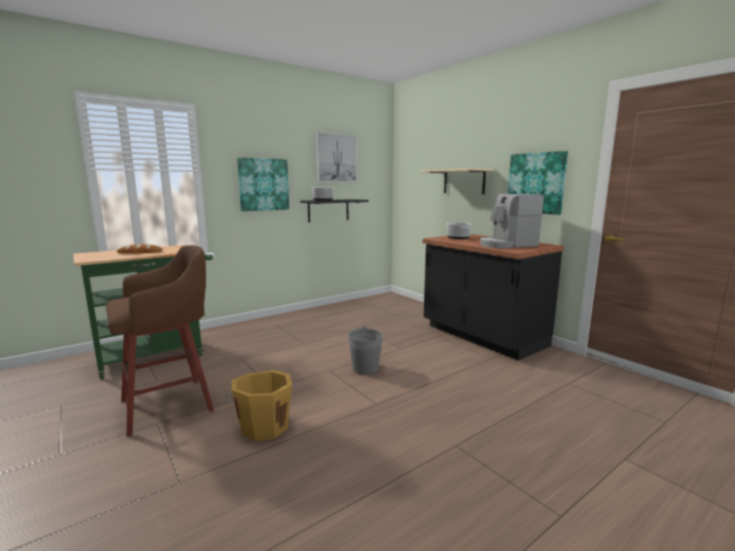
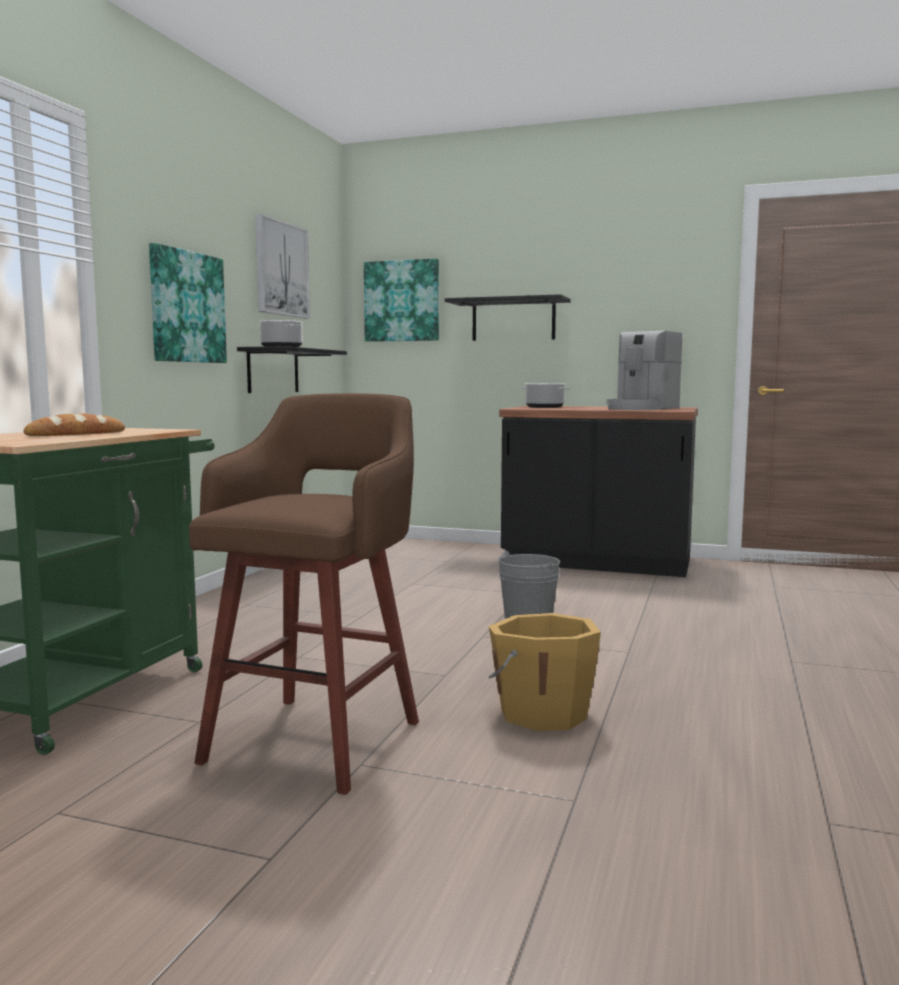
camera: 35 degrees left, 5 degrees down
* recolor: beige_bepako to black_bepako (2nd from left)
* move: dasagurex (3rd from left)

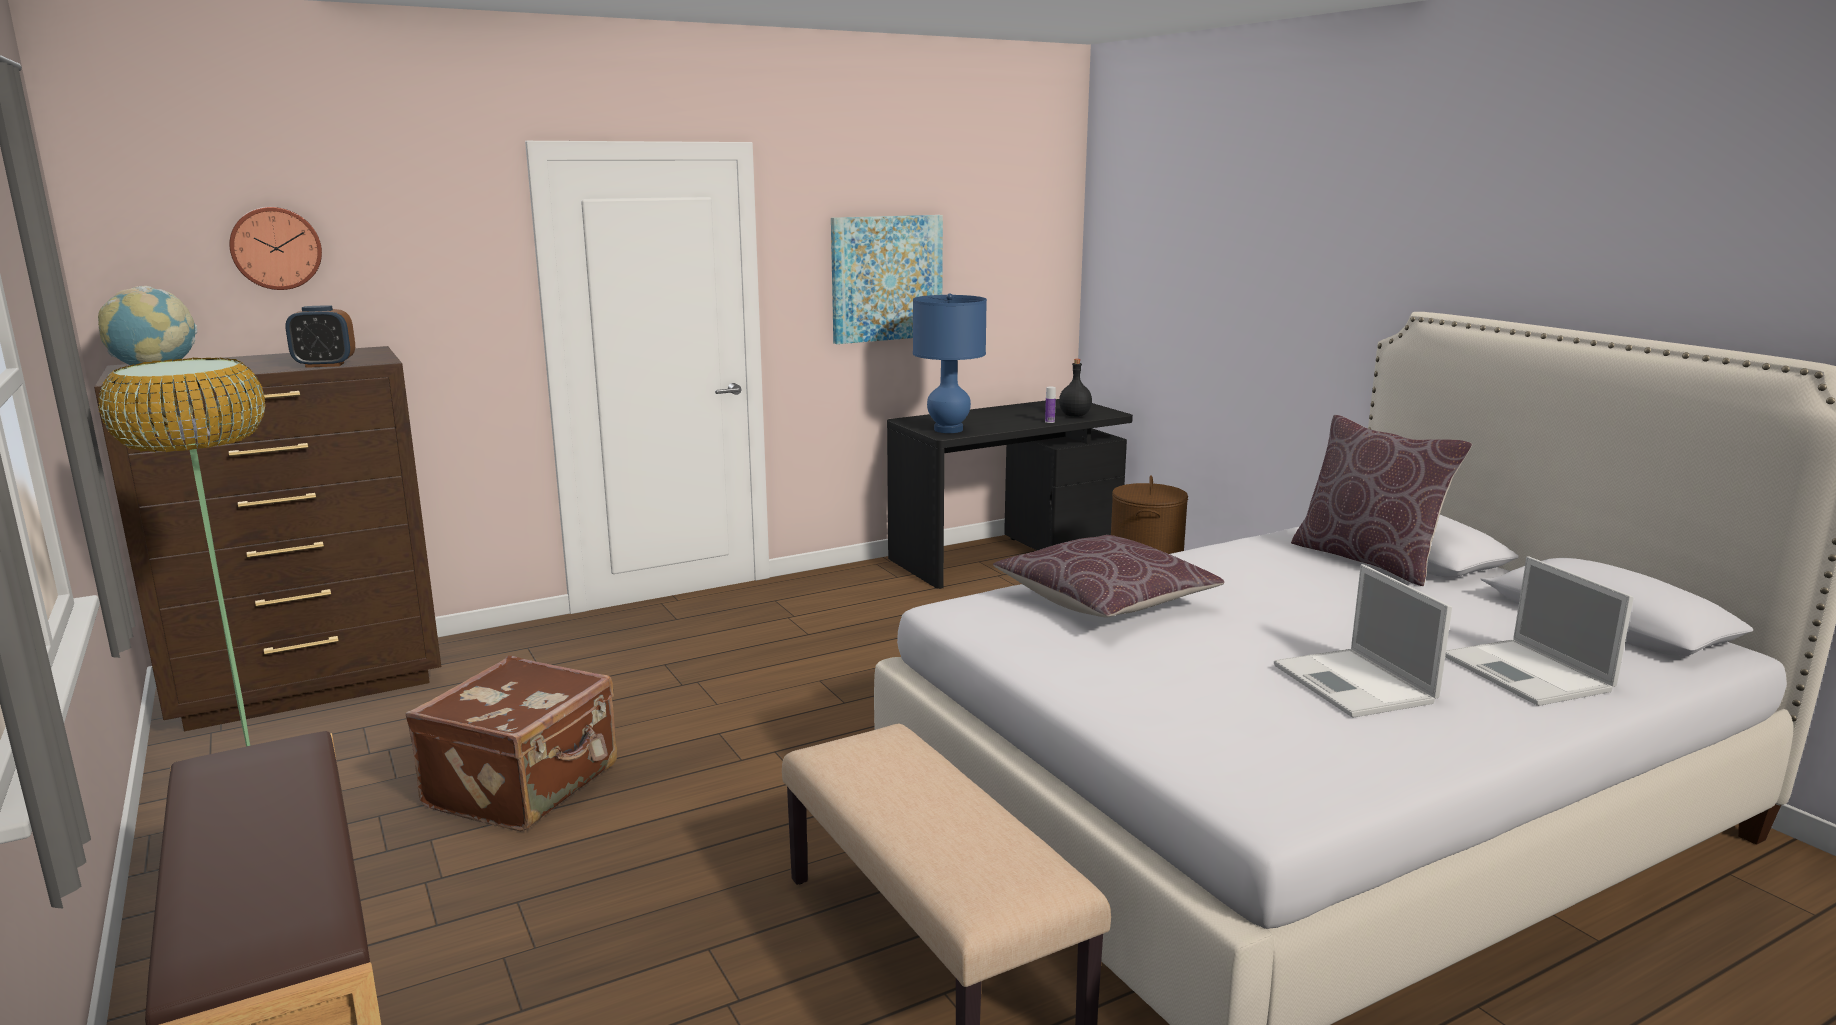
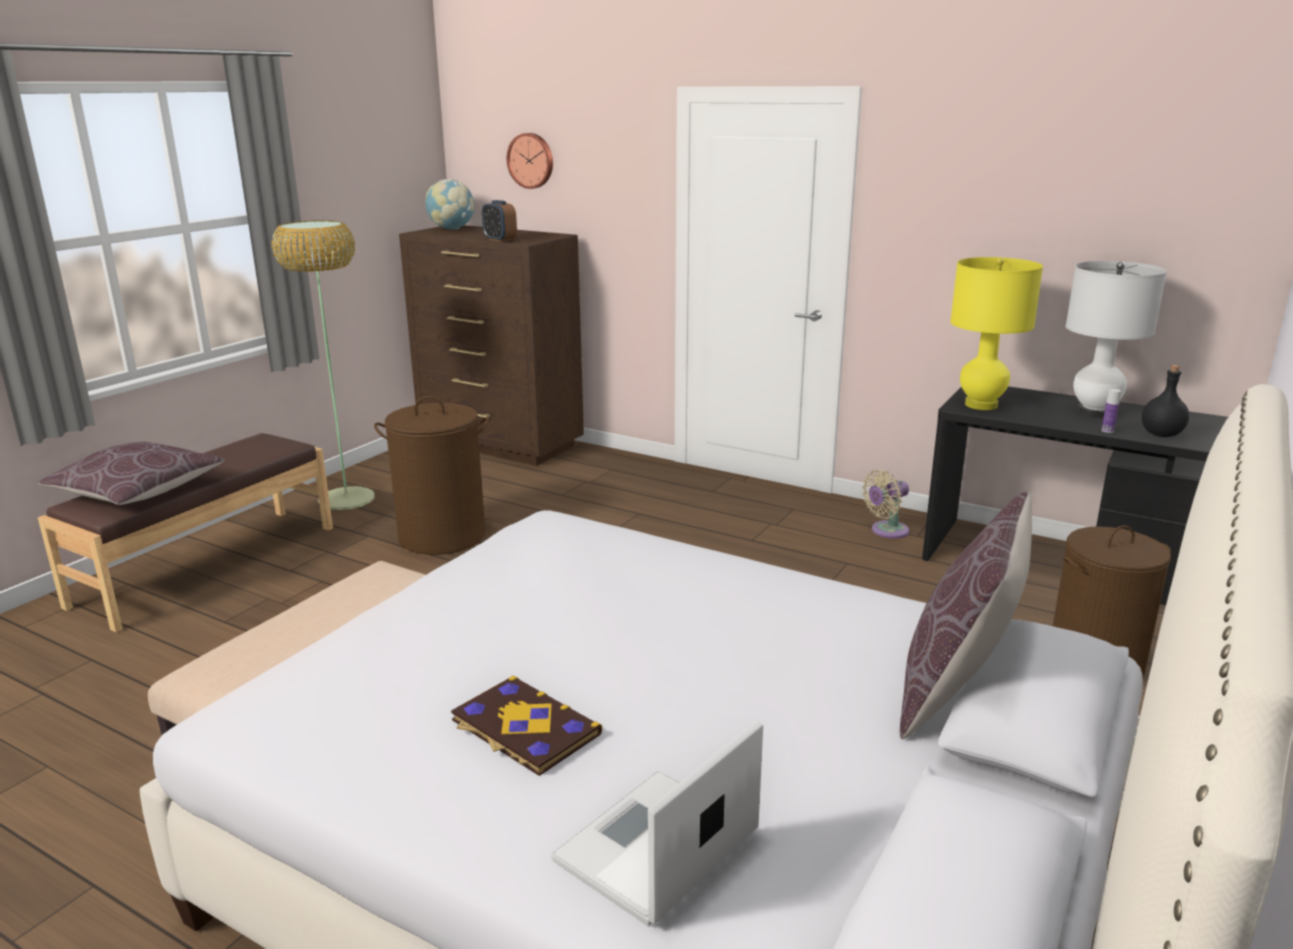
camera: 60 degrees right, 5 degrees up
* replace: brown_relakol to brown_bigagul (1st from left)
* delete: dasagurex
* recolor: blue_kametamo to yellow_kametamo
* move: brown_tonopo (1st from left)
* replace: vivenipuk (1st from left) to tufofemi
* insert: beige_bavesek
* insert: white_kametamo

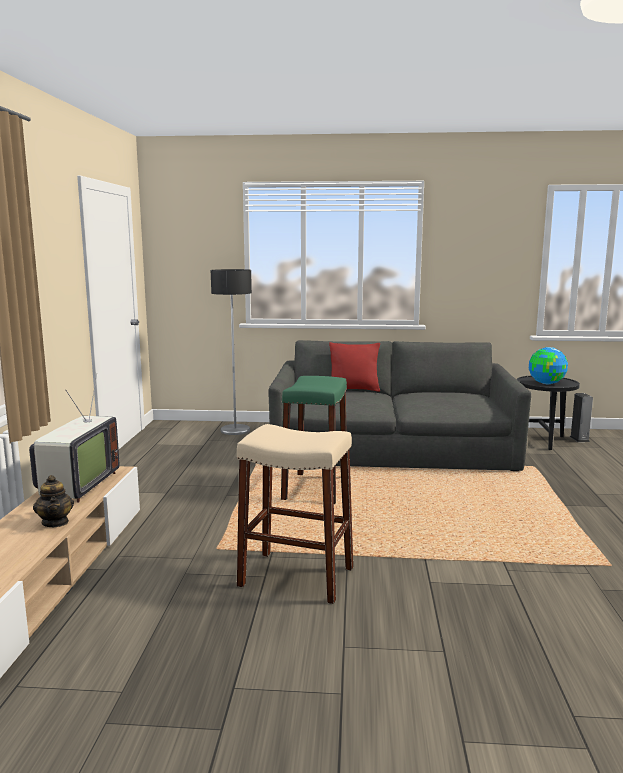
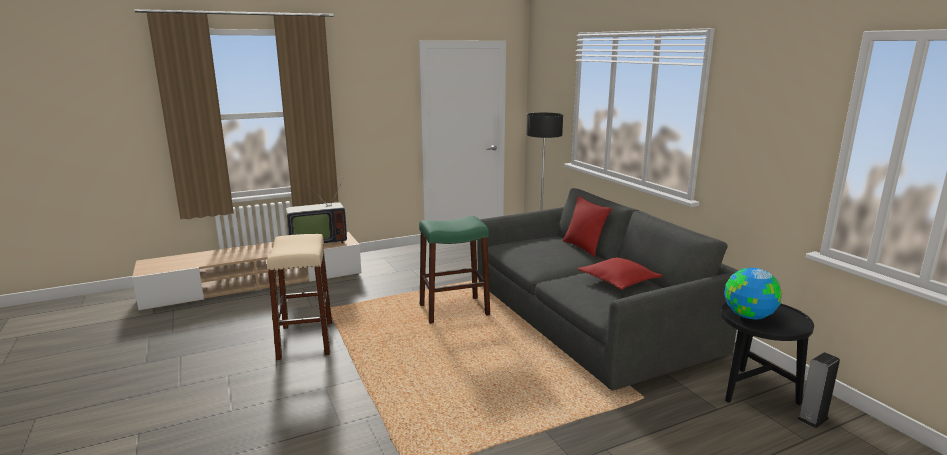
camera: 60 degrees right, 5 degrees up
* delete: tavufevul
* insert: red_tonopo (2nd from left)

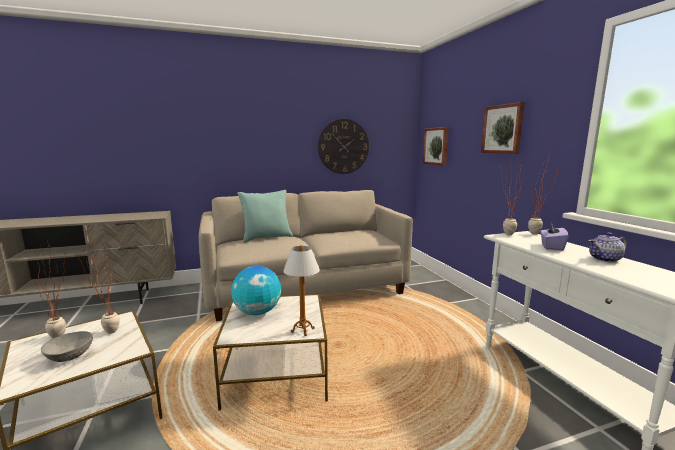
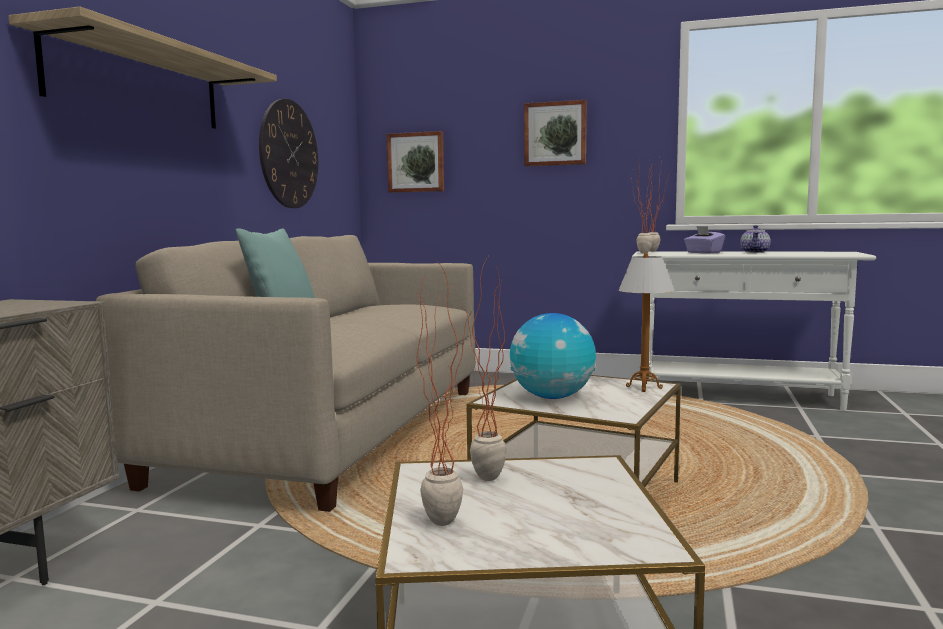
camera: 55 degrees left, 5 degrees down
* delete: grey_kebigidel
* insert: bepako

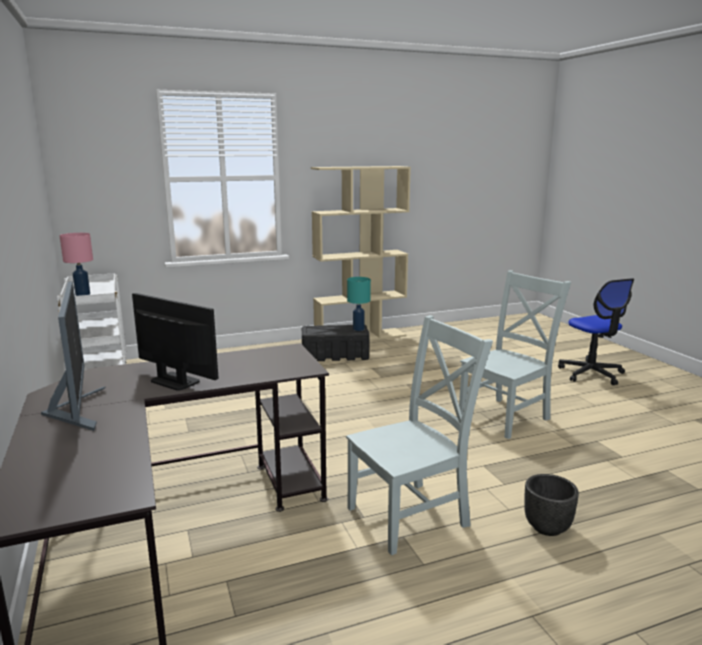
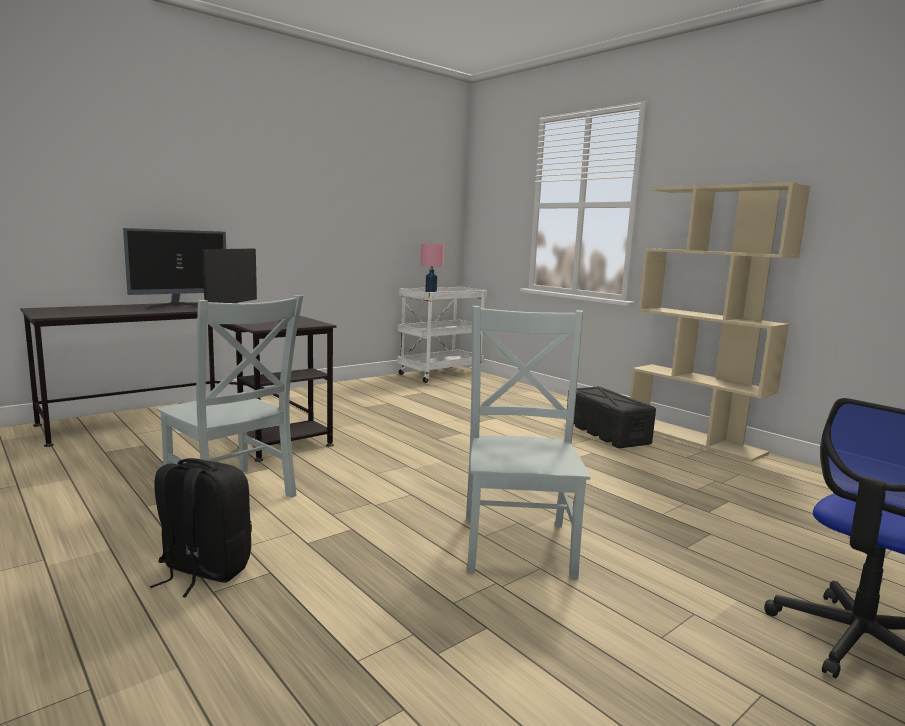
camera: 70 degrees right, 5 degrees down
* delete: turquoise_kametamo
* rotate: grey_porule (2nd from left) 120 degrees counterclockwise
* replace: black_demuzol to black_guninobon

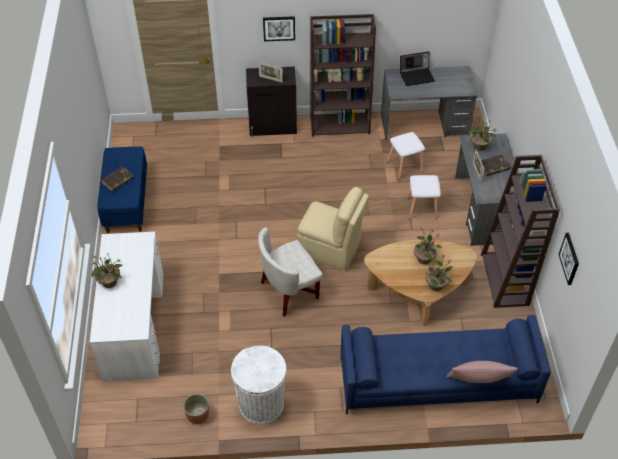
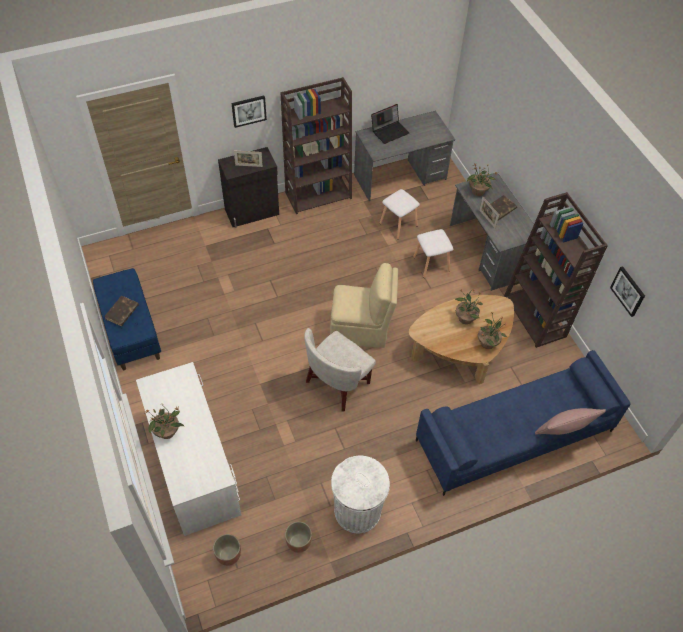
camera: 20 degrees left, 5 degrees up
* insert: demuzol (1st from left)

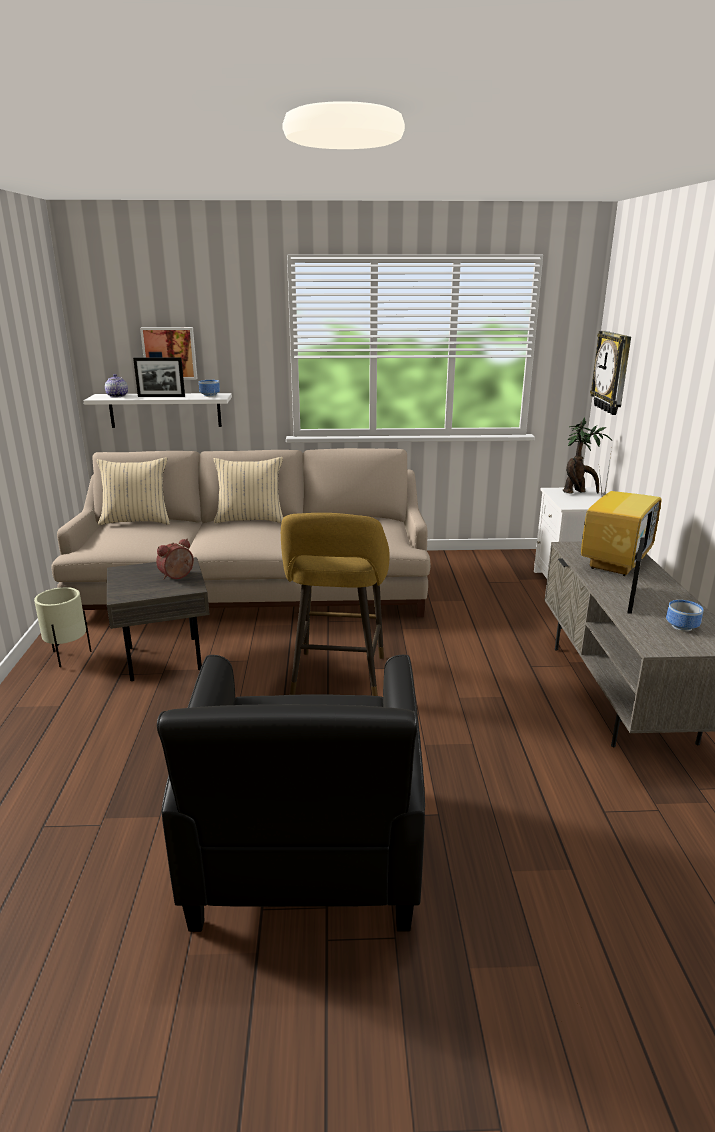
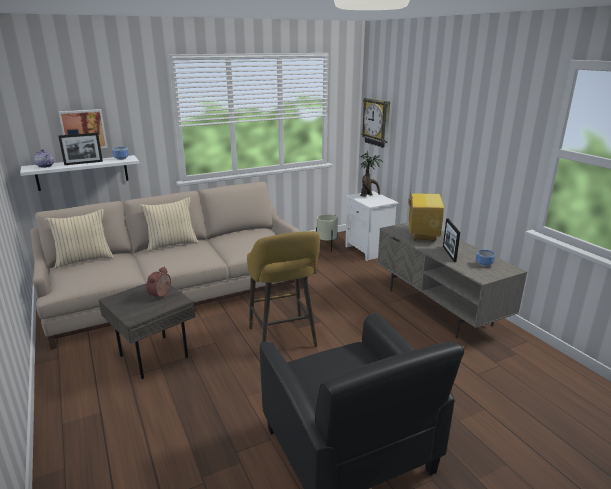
camera: 25 degrees left, 0 degrees up
* move: beige_demuzol

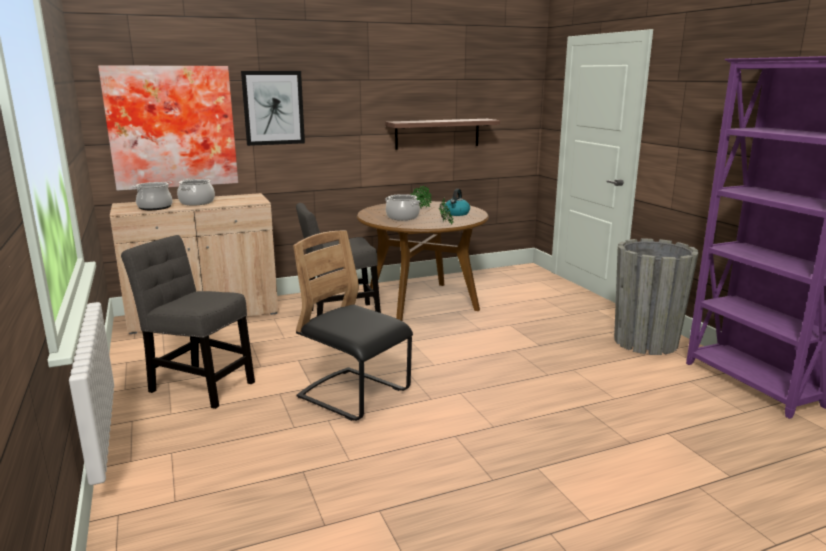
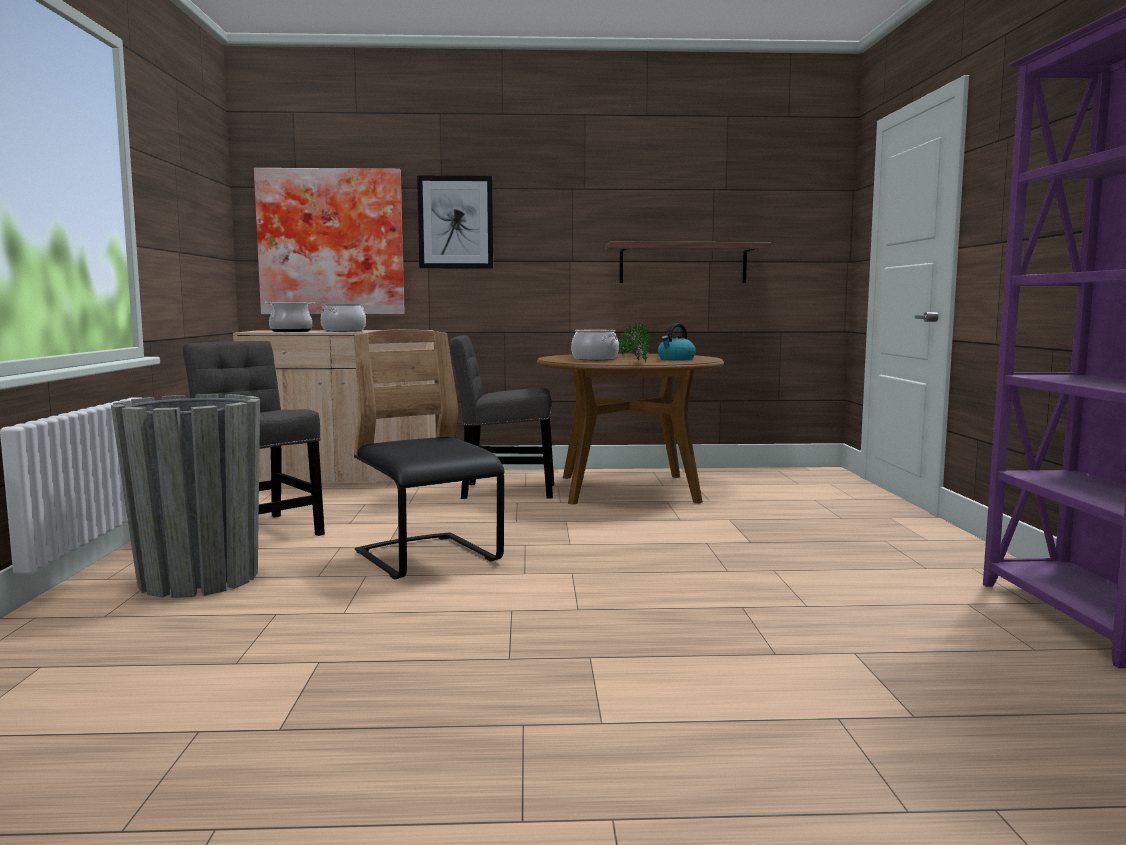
camera: 20 degrees right, 10 degrees down
* move: grey_demuzol

